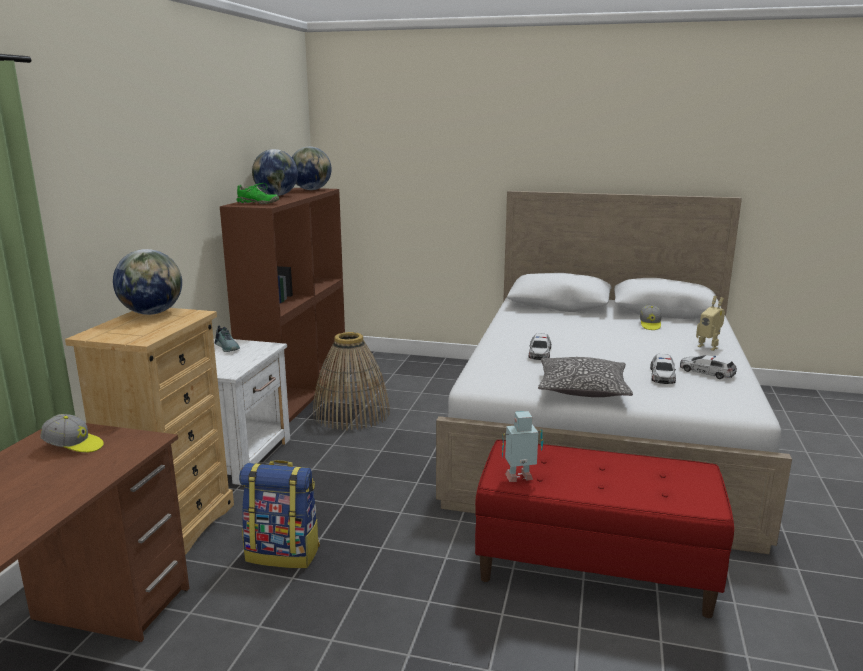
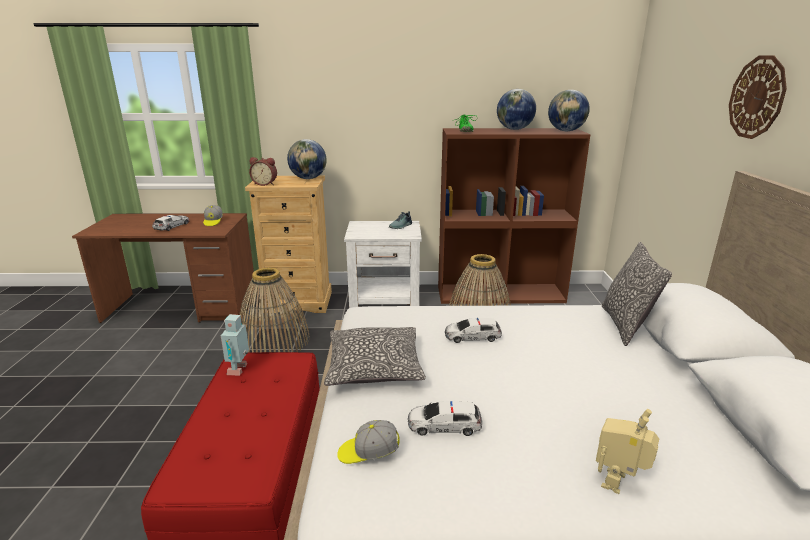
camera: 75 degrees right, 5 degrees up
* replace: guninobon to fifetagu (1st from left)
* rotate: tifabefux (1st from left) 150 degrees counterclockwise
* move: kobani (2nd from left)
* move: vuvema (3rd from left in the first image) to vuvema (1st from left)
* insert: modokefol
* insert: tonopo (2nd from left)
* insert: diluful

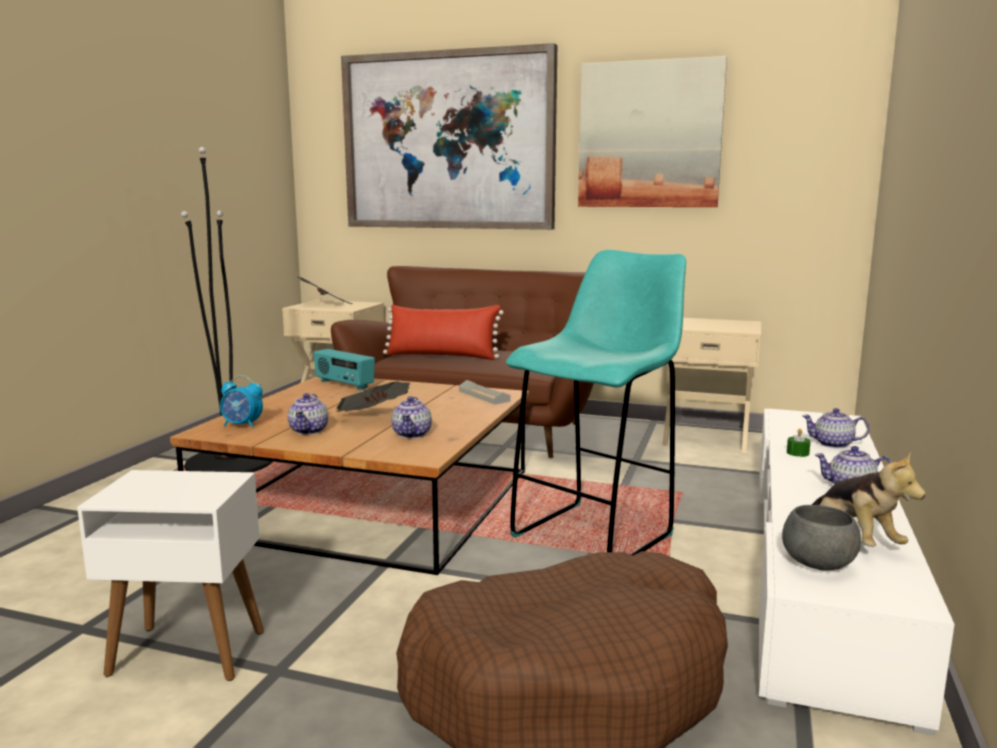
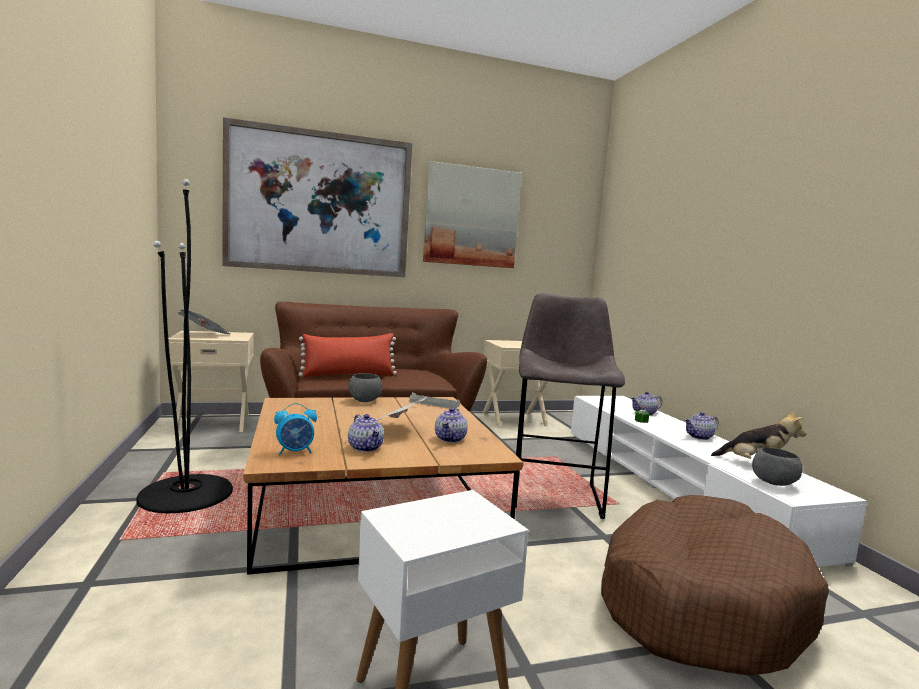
camera: 35 degrees left, 5 degrees down
* delete: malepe
* rotate: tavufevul (2nd from left) 45 degrees clockwise
* recolor: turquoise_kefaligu to grey_kefaligu
* insert: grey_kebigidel (1st from left)

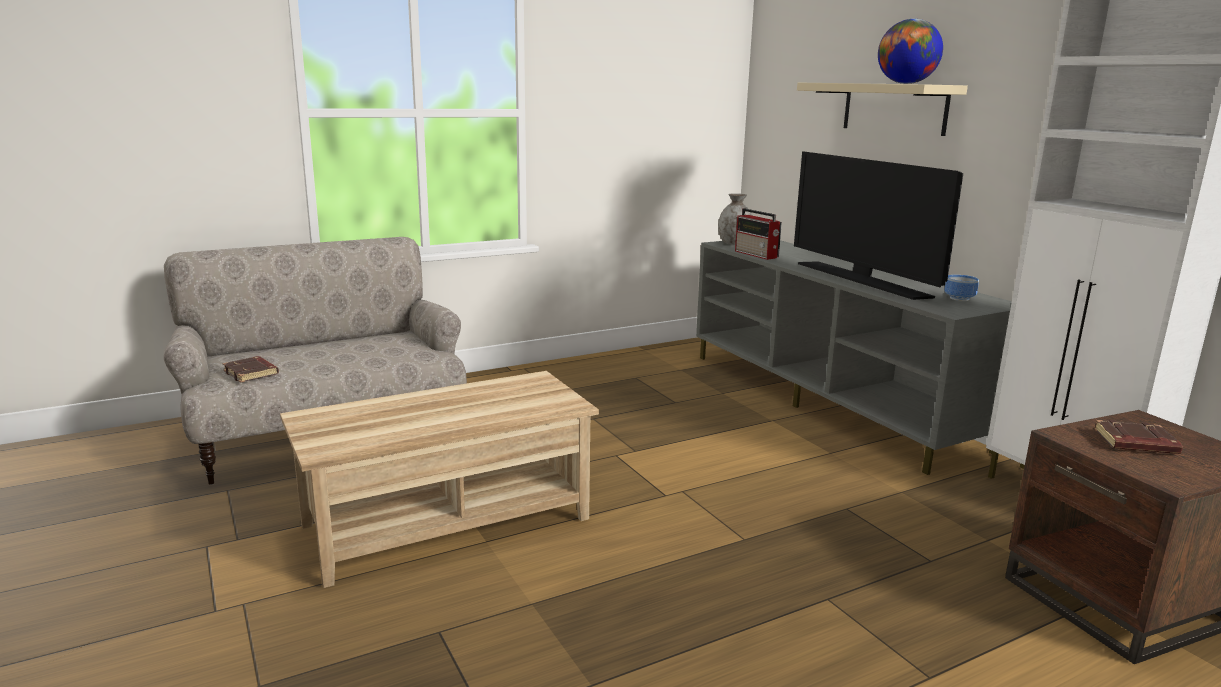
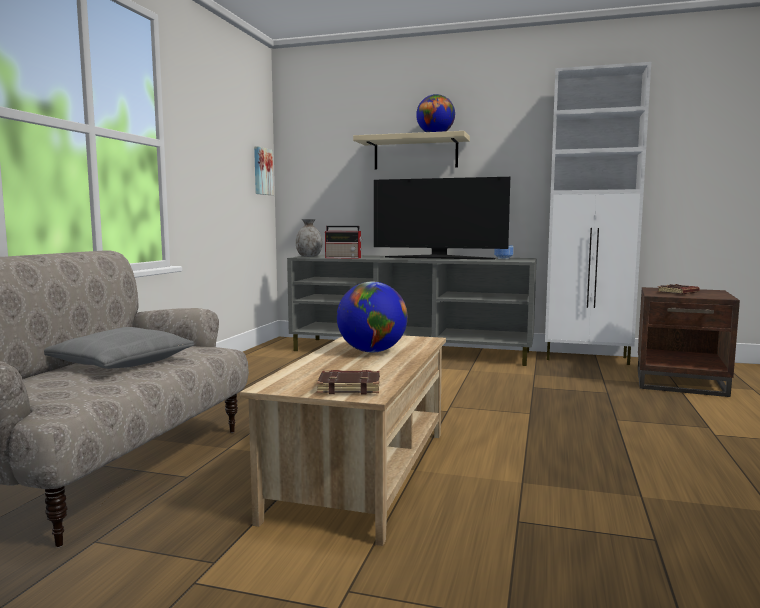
camera: 45 degrees left, 10 degrees down
* move: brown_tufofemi (1st from left)
* insert: grey_tonopo
* insert: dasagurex
* insert: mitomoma (1st from left)

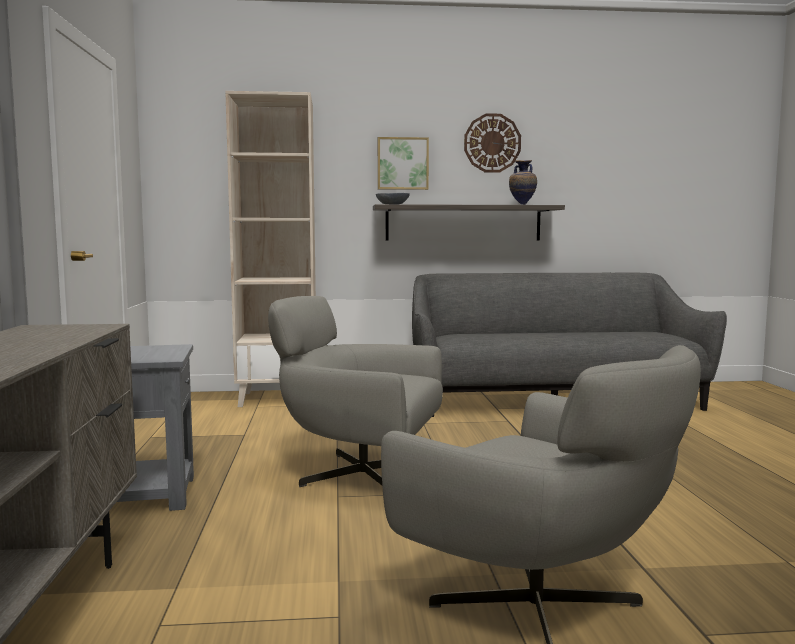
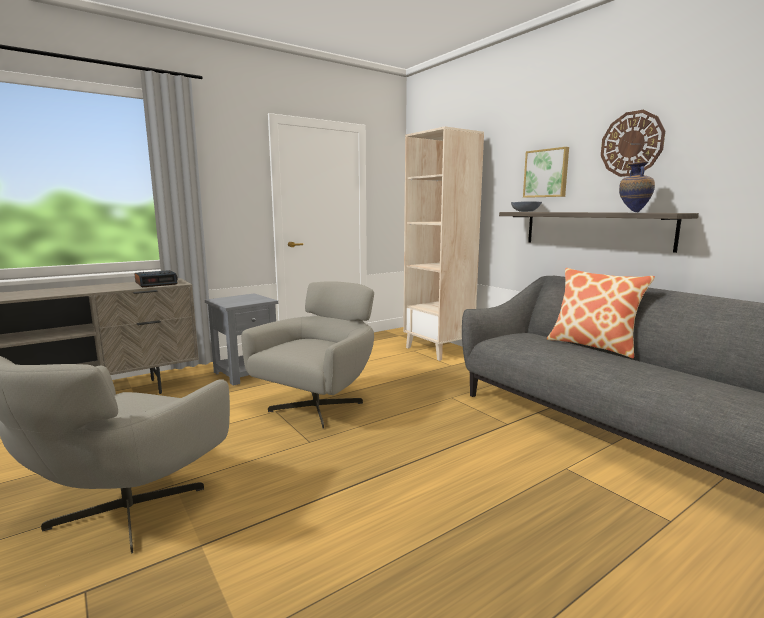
camera: 60 degrees right, 5 degrees up
* rotate: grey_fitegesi (1st from left in the first image) 45 degrees clockwise
* insert: modokefol
* insert: tonopo

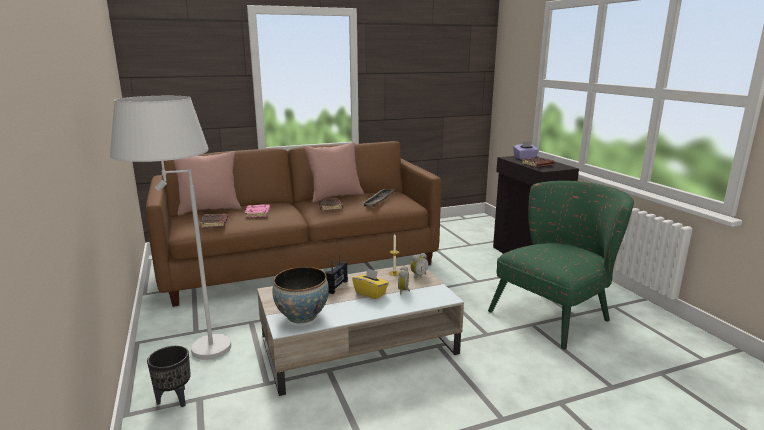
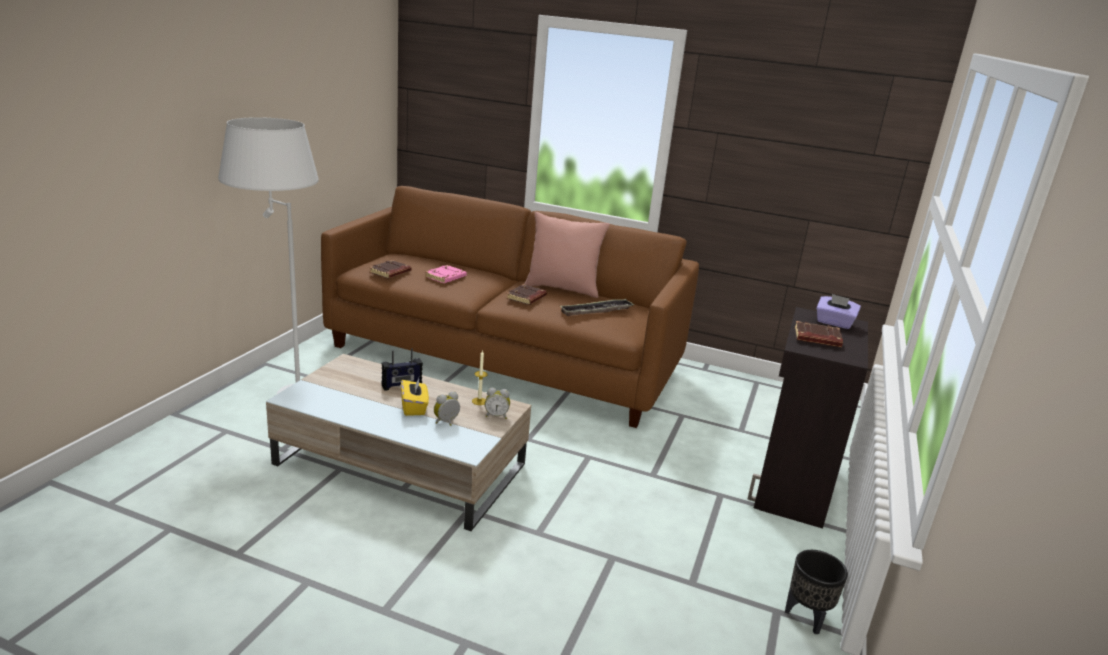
camera: 40 degrees right, 5 degrees up
* move: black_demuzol
* delete: pink_tonopo (1st from left)
* delete: kebigidel
* delete: green_fitegesi

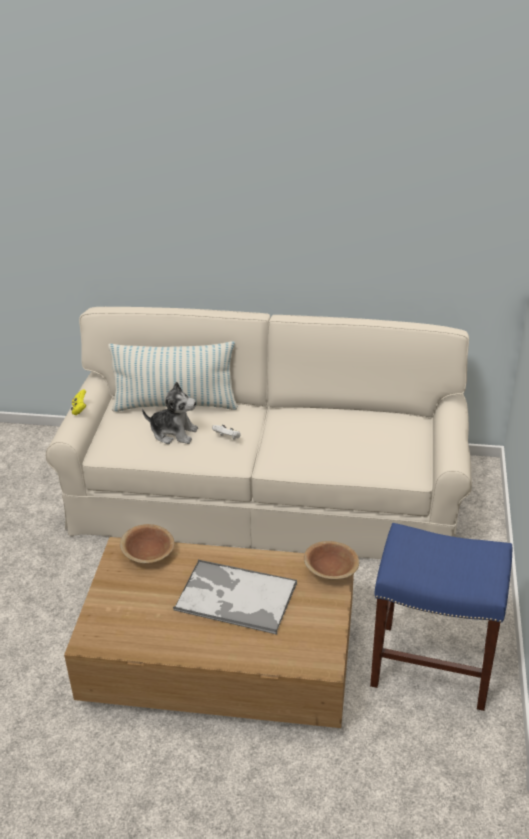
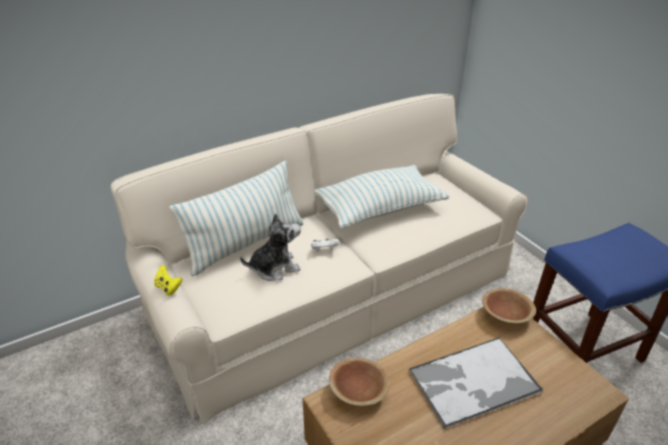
camera: 40 degrees left, 0 degrees up
* insert: tonopo (2nd from left)

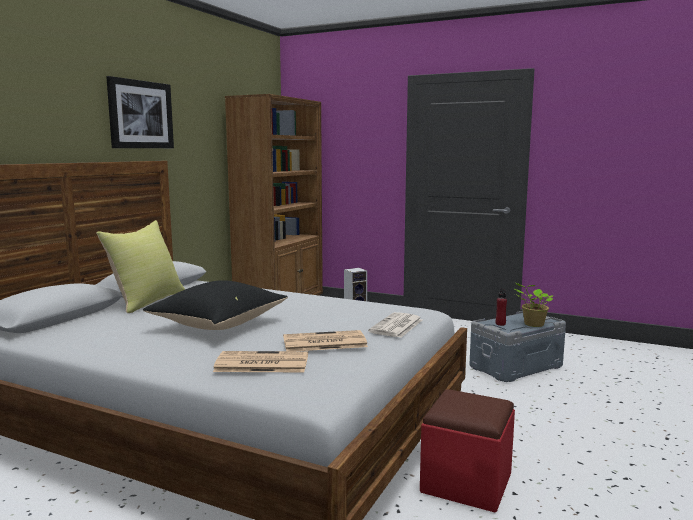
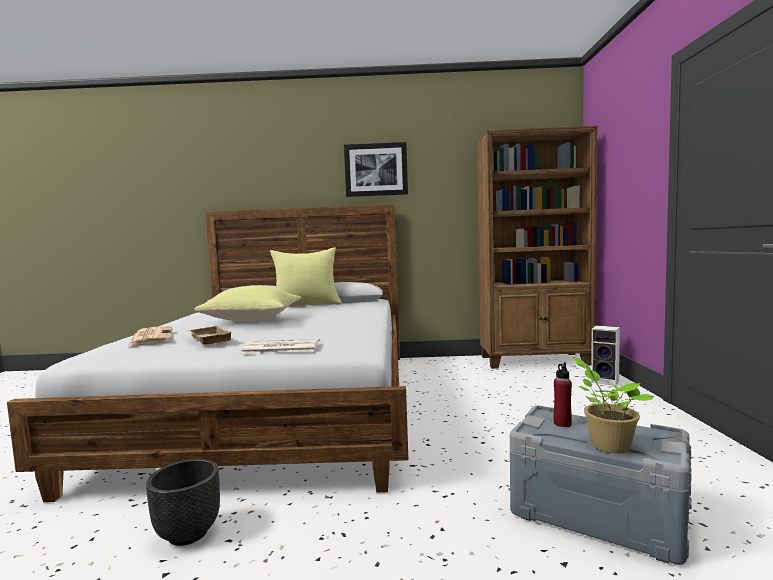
camera: 65 degrees right, 5 degrees down
* recolor: black_tonopo to yellow_tonopo (1st from left)
* replace: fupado (2nd from left) to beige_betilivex
* replace: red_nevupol to black_demuzol

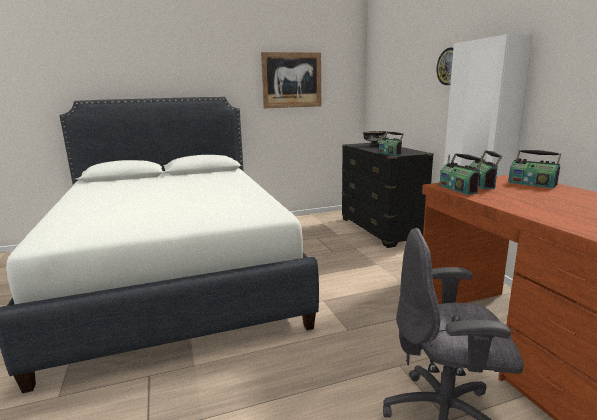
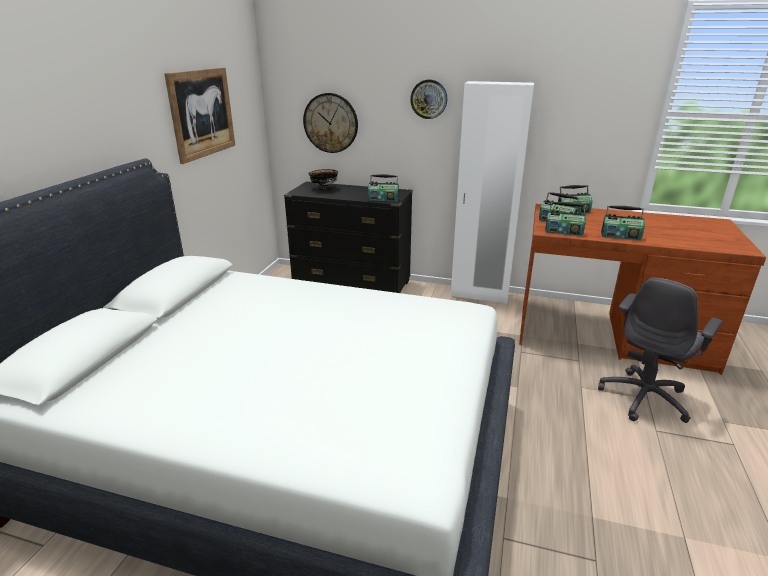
camera: 55 degrees left, 10 degrees up
* insert: diluful (1st from left)
* insert: malepe (5th from left)

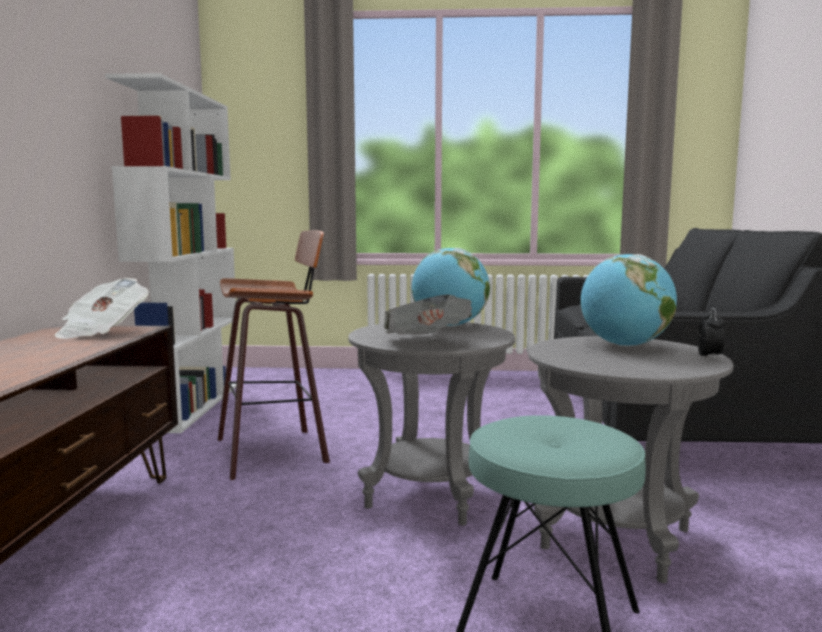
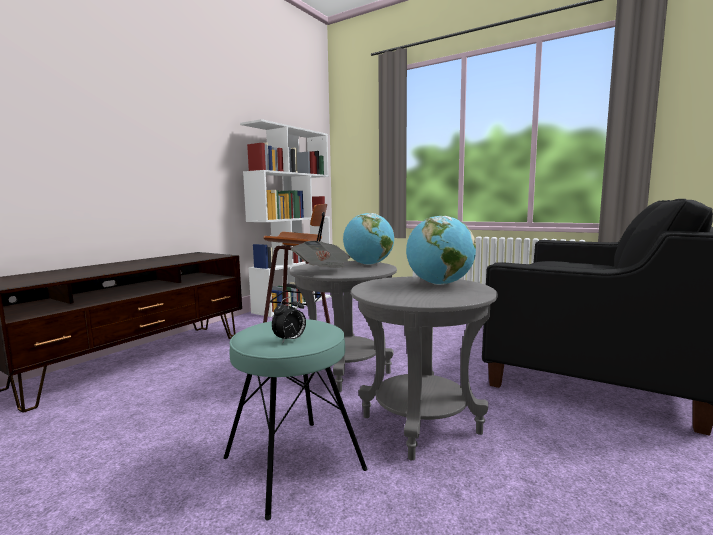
camera: 30 degrees right, 0 degrees up
* delete: fupado (1st from left)
* move: modokefol

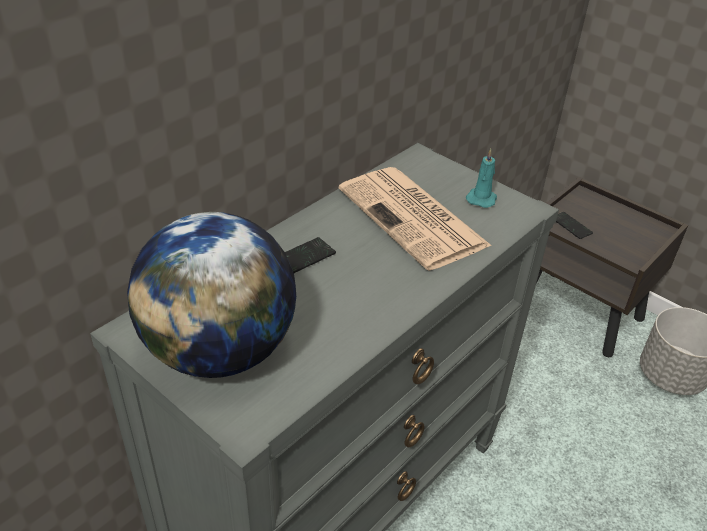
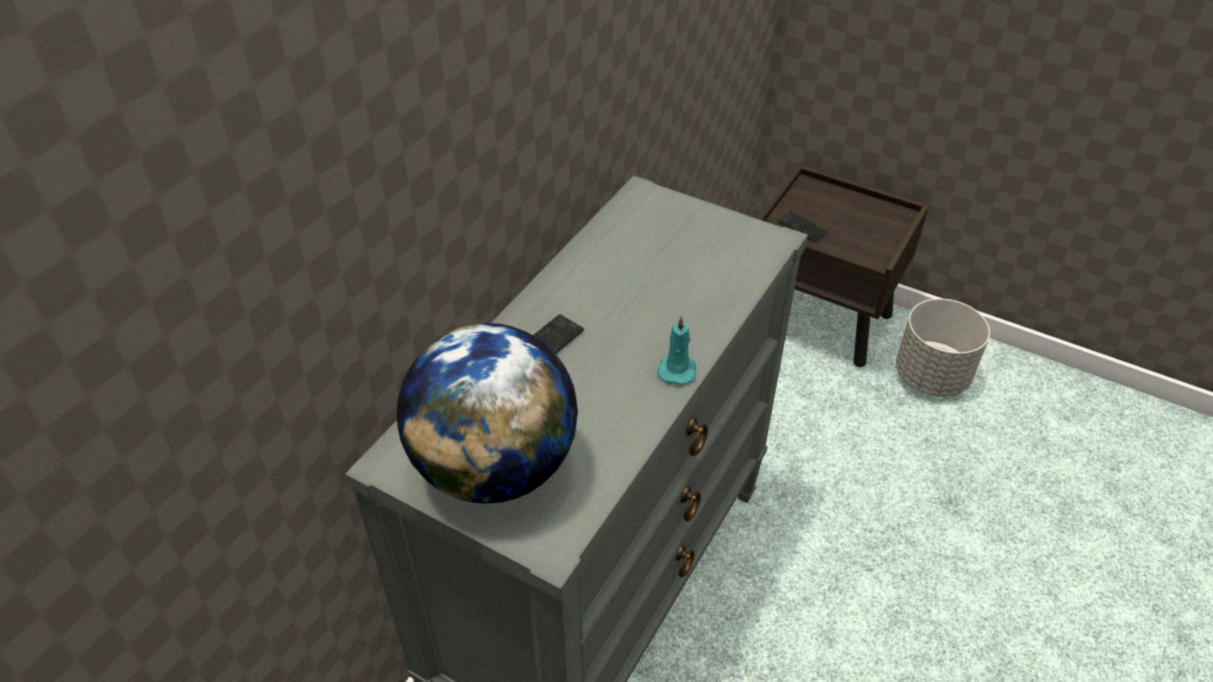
camera: 10 degrees left, 5 degrees up
* delete: fupado
* move: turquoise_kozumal

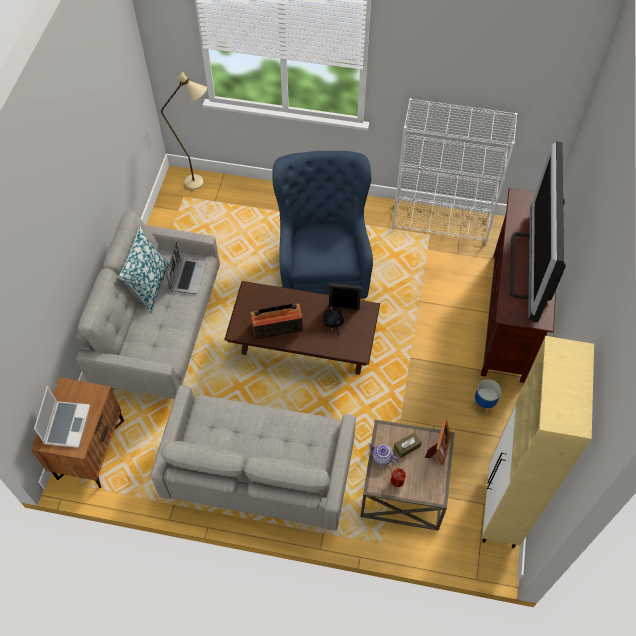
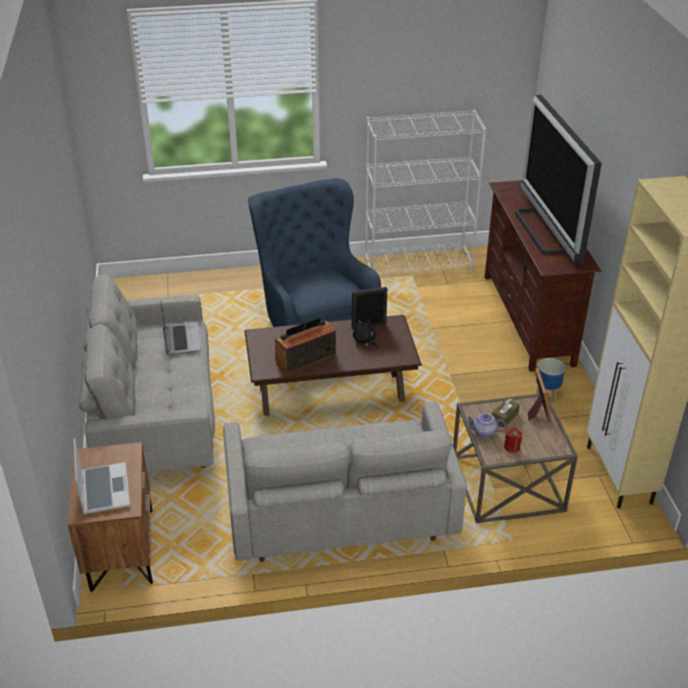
camera: 20 degrees left, 20 degrees down
* delete: tonopo
* delete: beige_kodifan

